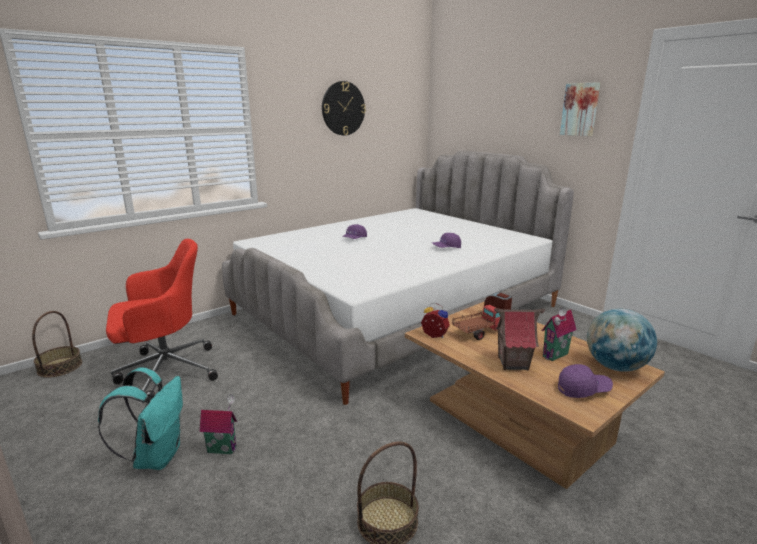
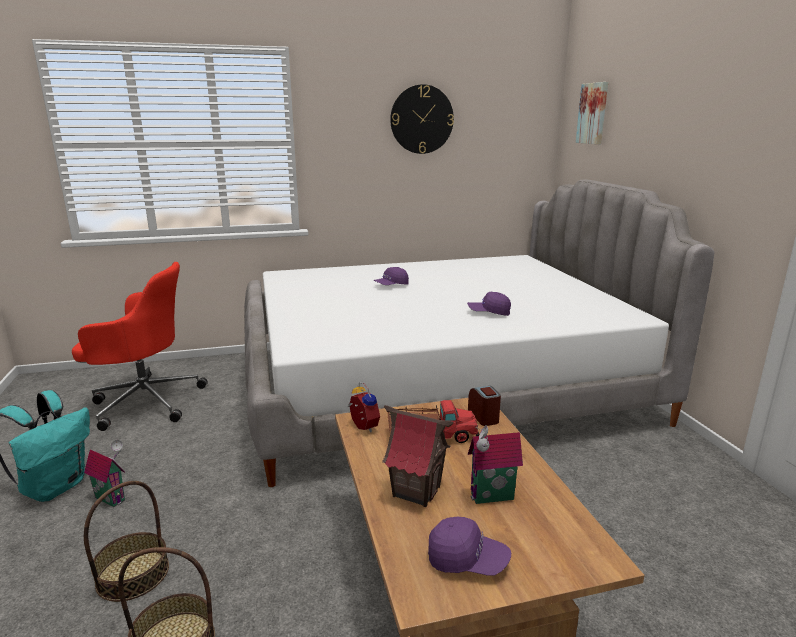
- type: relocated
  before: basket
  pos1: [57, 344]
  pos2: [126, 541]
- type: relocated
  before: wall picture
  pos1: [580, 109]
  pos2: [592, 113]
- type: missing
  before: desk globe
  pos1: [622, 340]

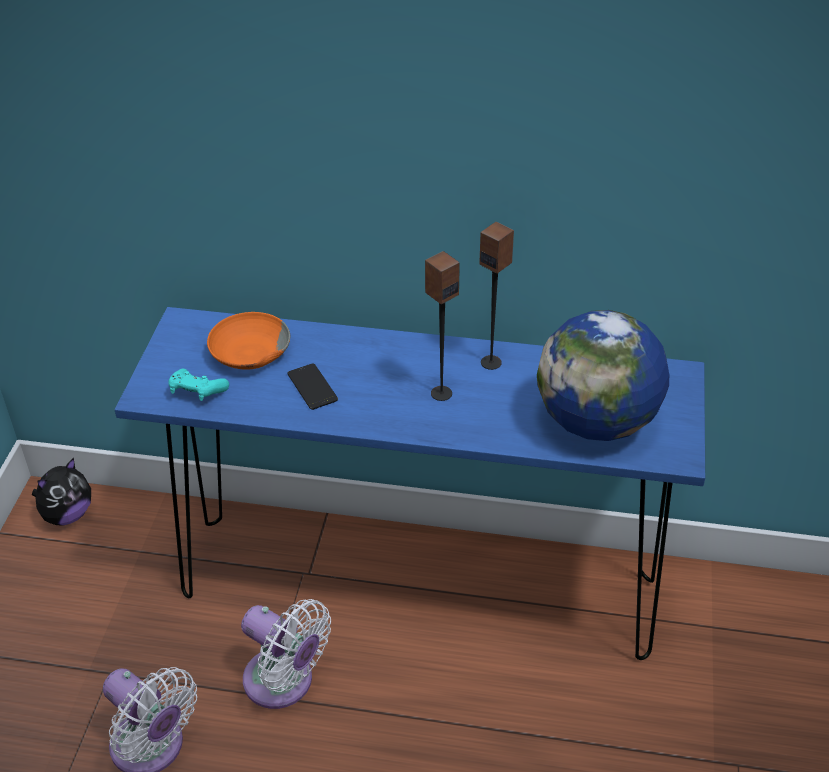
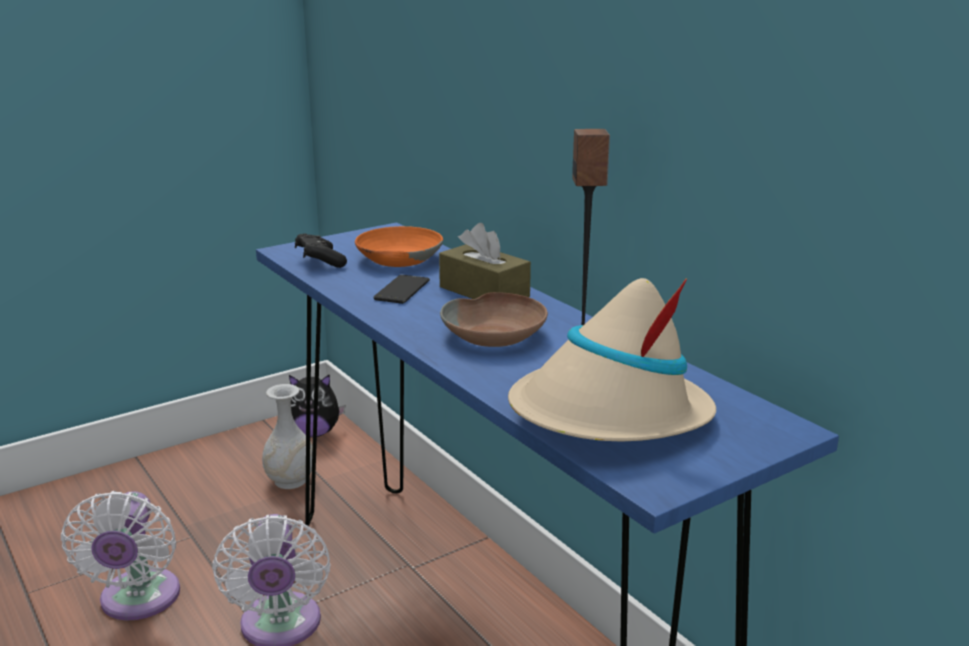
- type: appeared
  after: white decorative vase
  pos2: [287, 436]
- type: colour
  before: turquoise-coloured gamepad
  after: black-coloured gamepad
  pos1: [198, 385]
  pos2: [321, 250]
- type: appeared
  after: brown tissue box
  pos2: [485, 261]
- type: exchanged
  before: loudspeaker
  after: brown bowl
  pos1: [442, 326]
  pos2: [494, 319]
- type: exchanged
  before: desk globe
  after: sand-coloured wearable hat
  pos1: [603, 375]
  pos2: [612, 360]

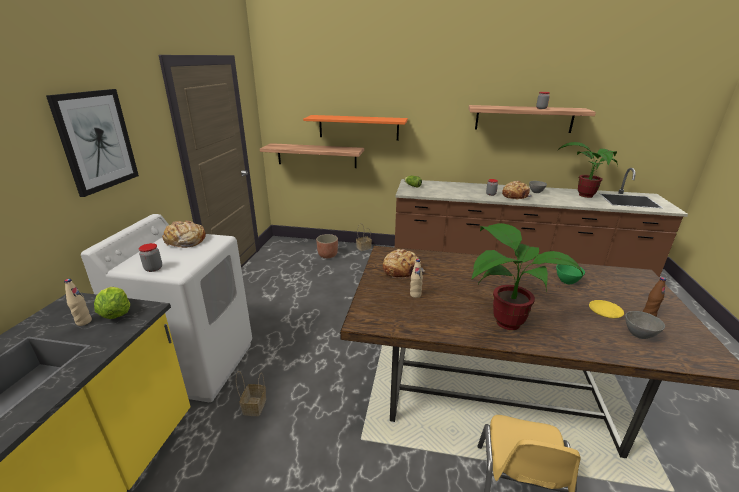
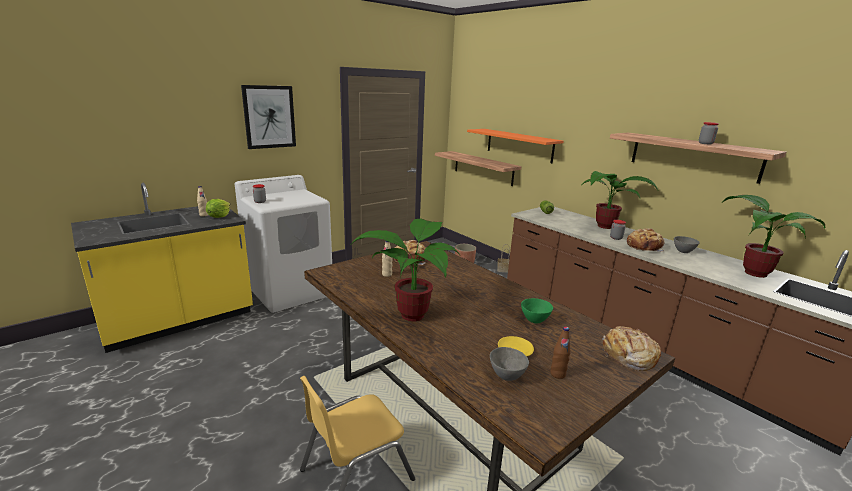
- type: appeared
  after: potted plant
  pos2: [620, 200]
- type: relocated
  before: bakery bread
  pos1: [184, 234]
  pos2: [631, 348]
- type: missing
  before: basket
  pos1: [251, 393]

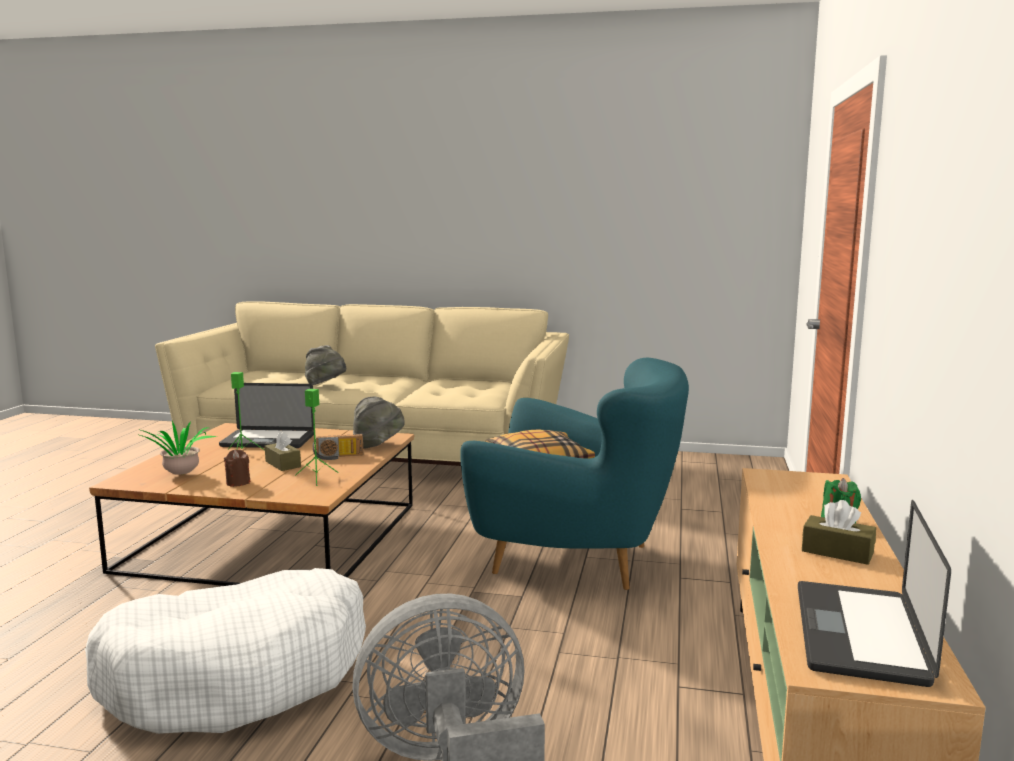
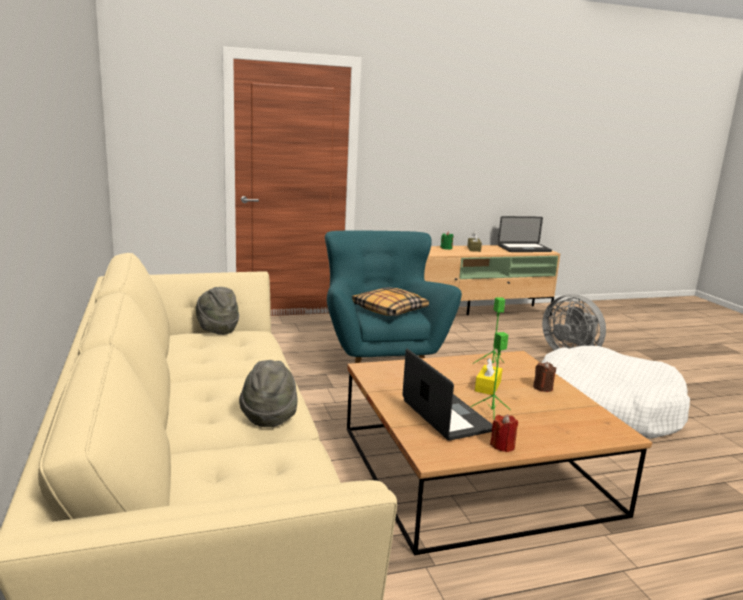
- type: relocated
  before: greyish wearable hat
  pos1: [379, 423]
  pos2: [217, 311]
- type: colour
  before: brown tissue box
  after: yellow-coloured tissue box
  pos1: [283, 451]
  pos2: [488, 376]
- type: appeared
  after: red-coloured wax candle
  pos2: [504, 433]
- type: missing
  before: potted plant
  pos1: [177, 448]
- type: missing
  before: radio receiver
  pos1: [338, 447]

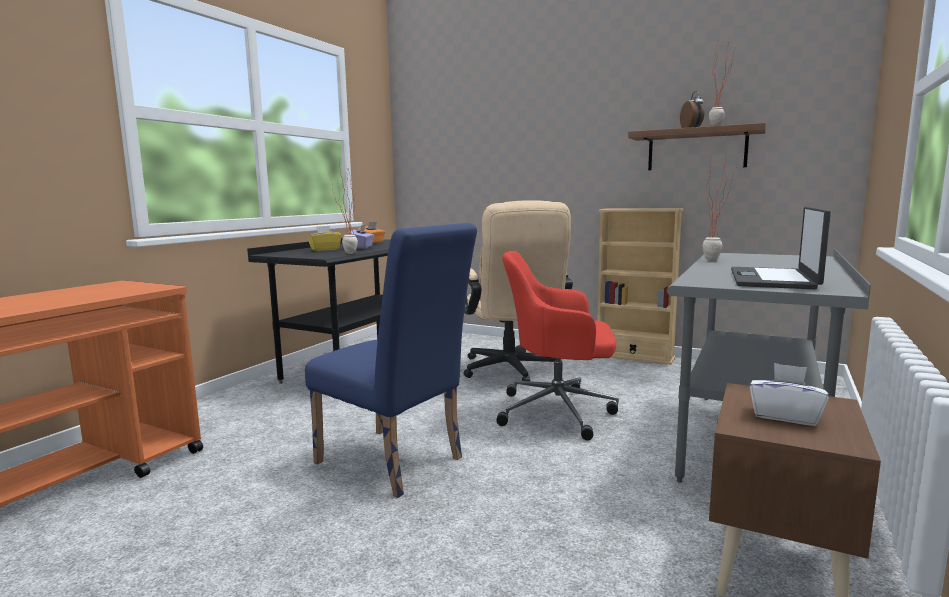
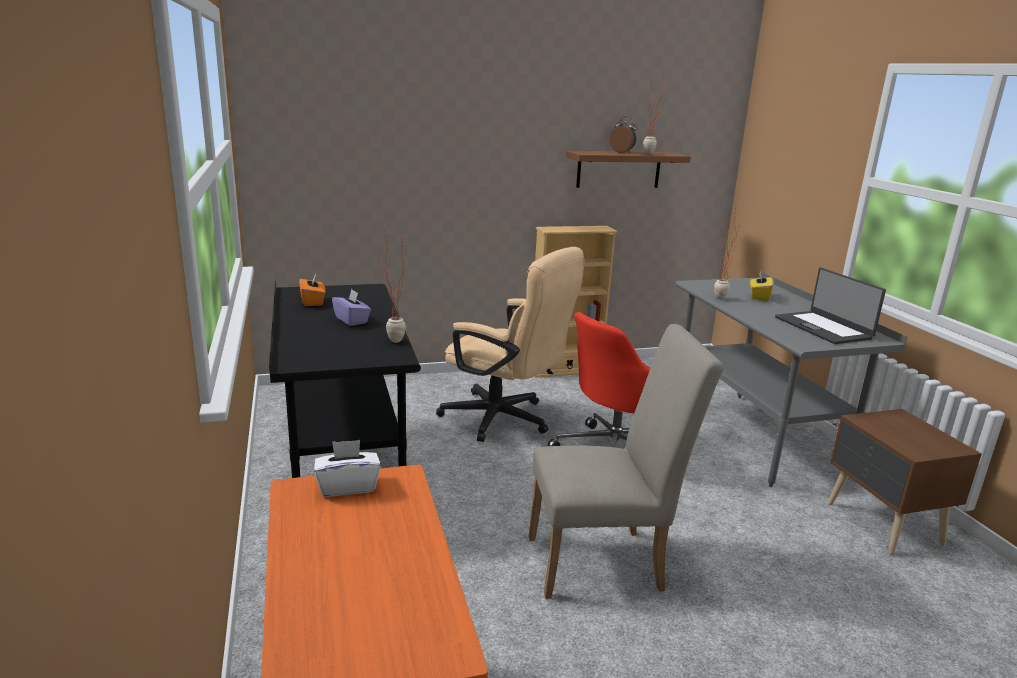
- type: relocated
  before: white tissue box
  pos1: [789, 394]
  pos2: [347, 468]
- type: colour
  before: bluish chair
  after: sand-coloured chair
  pos1: [391, 360]
  pos2: [626, 461]
- type: relocated
  before: yellow-coloured tissue box
  pos1: [324, 238]
  pos2: [762, 286]

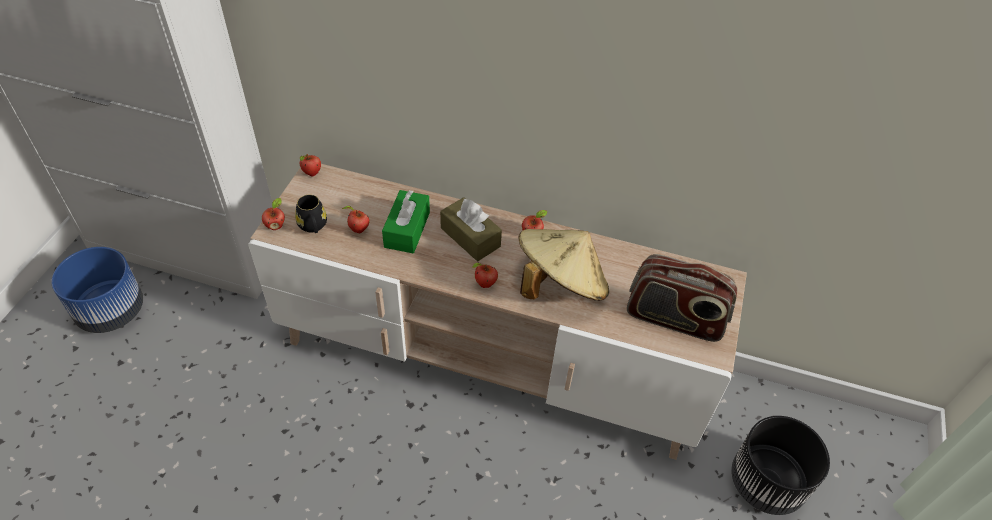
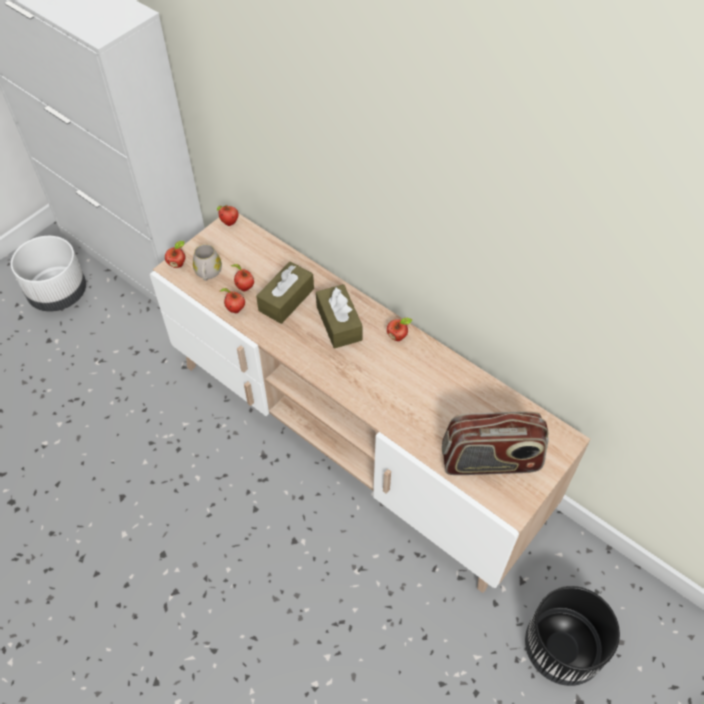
- type: colour
  before: bluish planter
  after: white planter
  pos1: [97, 290]
  pos2: [48, 274]
- type: colour
  before: black-coloured tea mug
  after: white tea mug
  pos1: [311, 214]
  pos2: [207, 262]
- type: relocated
  before: whole apple
  pos1: [485, 275]
  pos2: [232, 300]
- type: colour
  before: greenish tissue box
  after: brown tissue box
  pos1: [406, 221]
  pos2: [285, 292]
- type: spun
  before: radio receiver
  pos1: [682, 298]
  pos2: [495, 443]
  turn: -45
- type: missing
  before: sand-coloured wearable hat
  pos1: [563, 265]

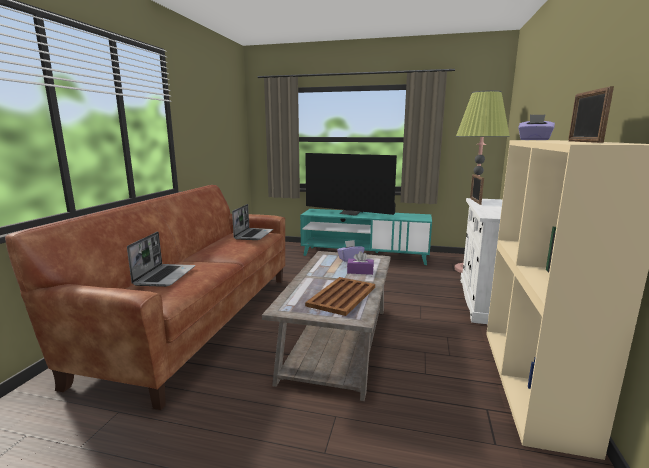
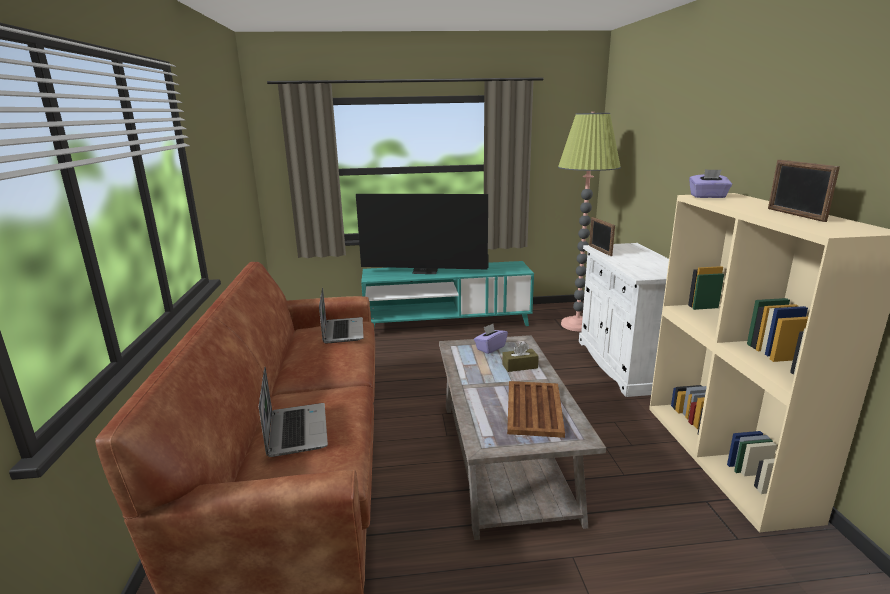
- type: colour
  before: purple-coloured tissue box
  after: brown tissue box
  pos1: [360, 263]
  pos2: [520, 357]

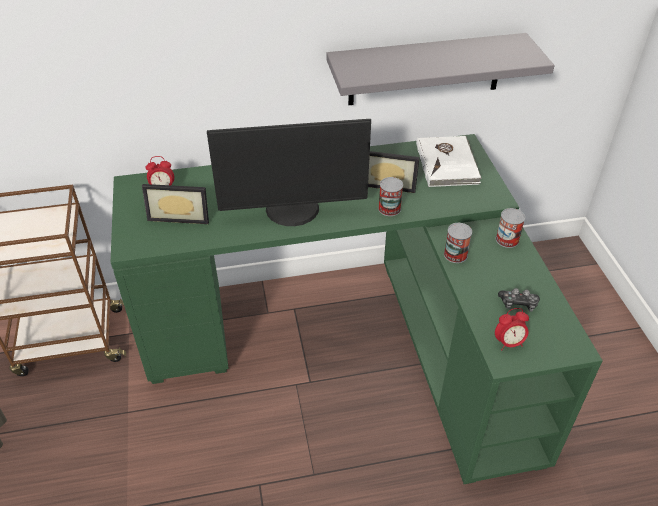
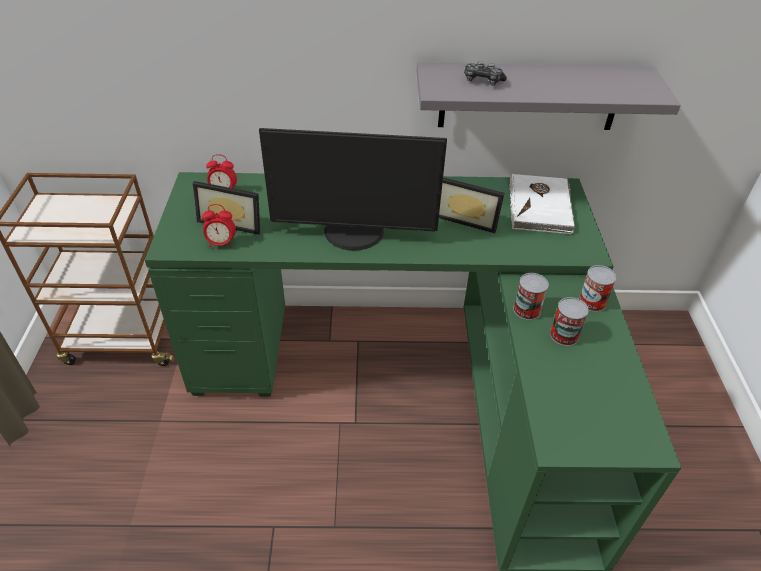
- type: relocated
  before: alarm clock
  pos1: [512, 329]
  pos2: [219, 226]
- type: relocated
  before: gamepad
  pos1: [519, 300]
  pos2: [485, 73]
- type: relocated
  before: can
  pos1: [390, 196]
  pos2: [569, 321]

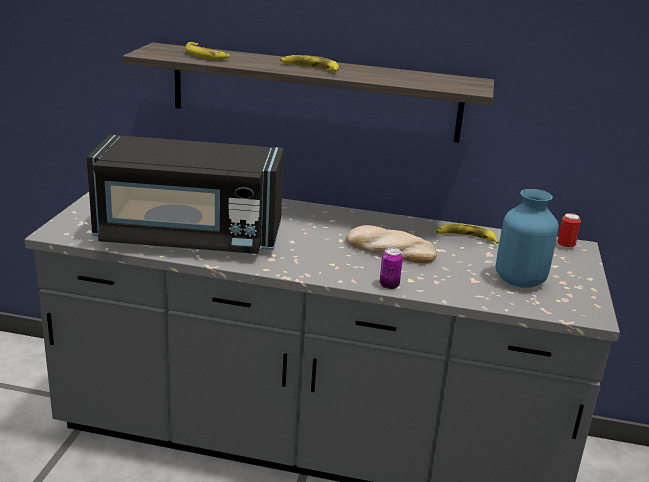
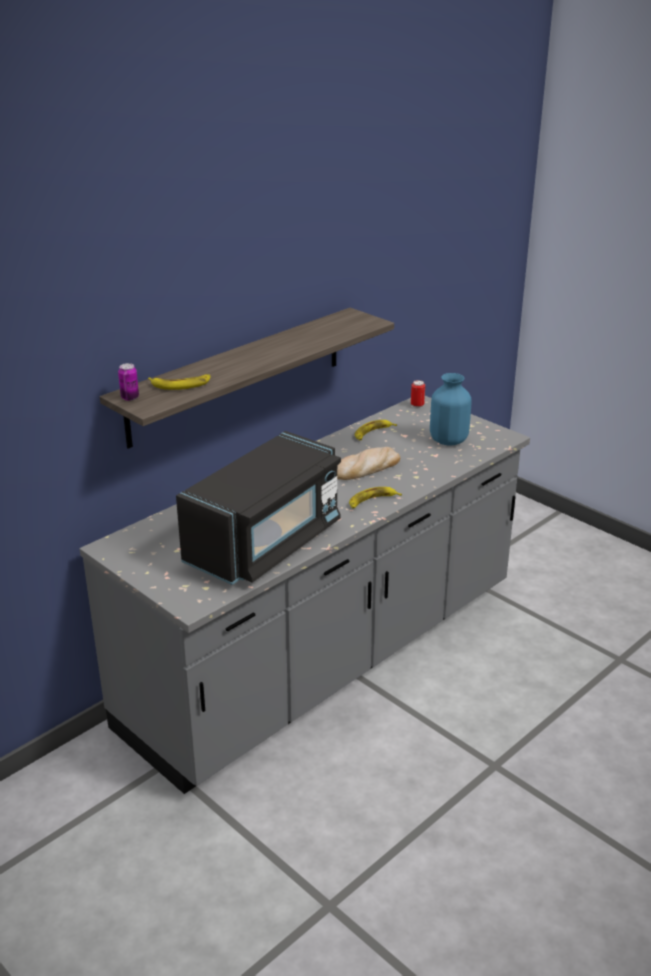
- type: relocated
  before: can
  pos1: [391, 268]
  pos2: [128, 382]
- type: relocated
  before: banana fruit
  pos1: [309, 63]
  pos2: [375, 498]

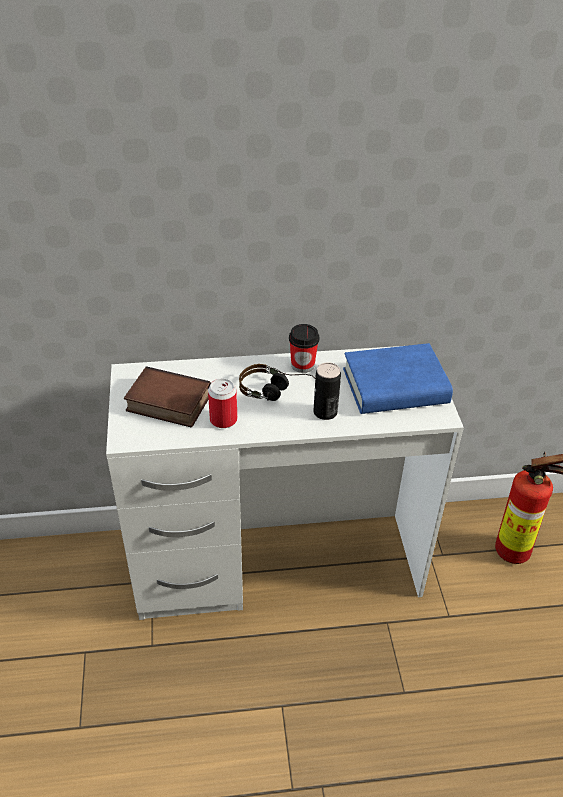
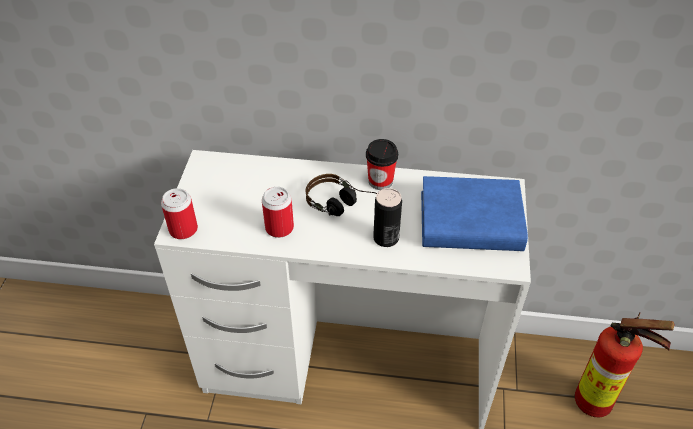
- type: appeared
  after: can
  pos2: [179, 213]
- type: missing
  before: bound book
  pos1: [167, 396]

